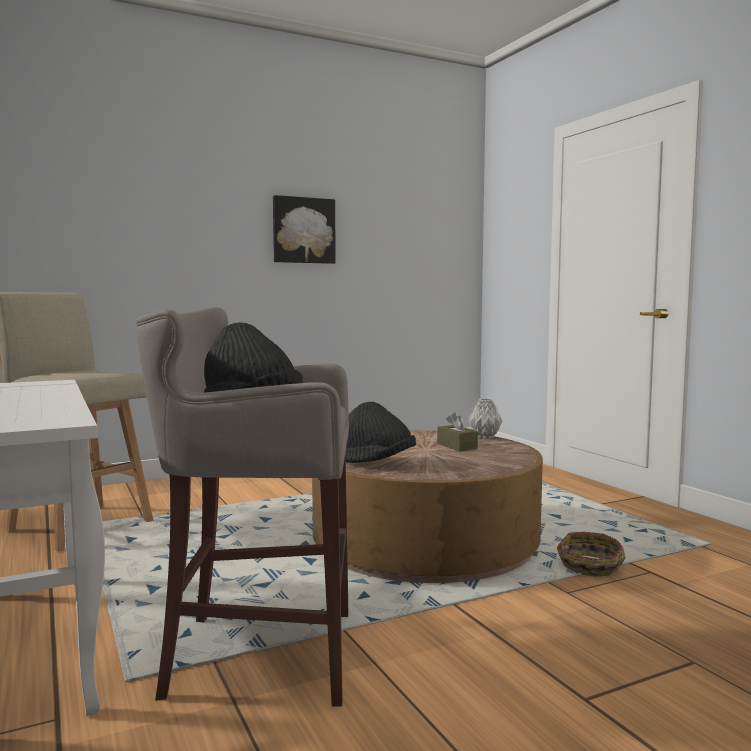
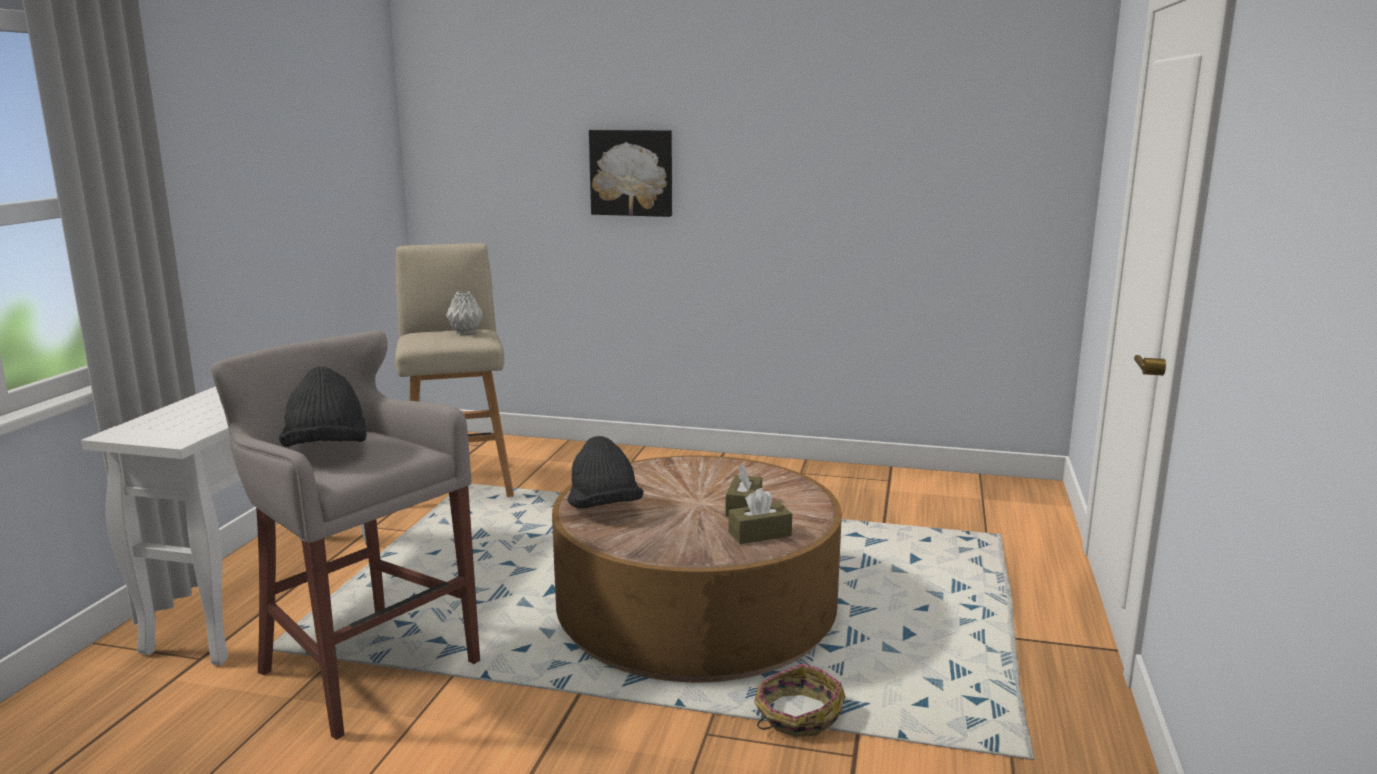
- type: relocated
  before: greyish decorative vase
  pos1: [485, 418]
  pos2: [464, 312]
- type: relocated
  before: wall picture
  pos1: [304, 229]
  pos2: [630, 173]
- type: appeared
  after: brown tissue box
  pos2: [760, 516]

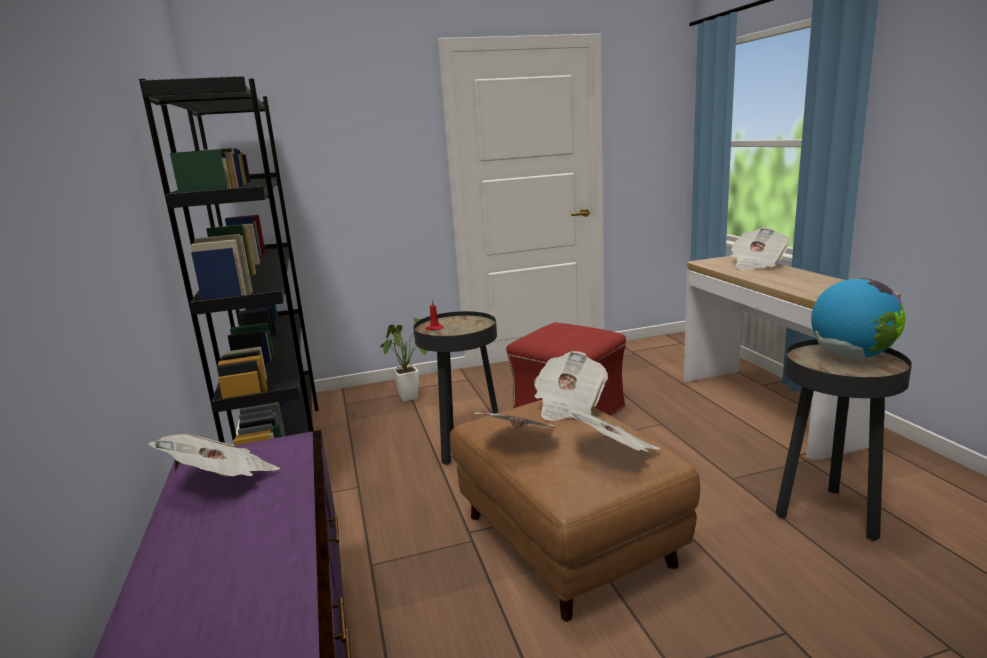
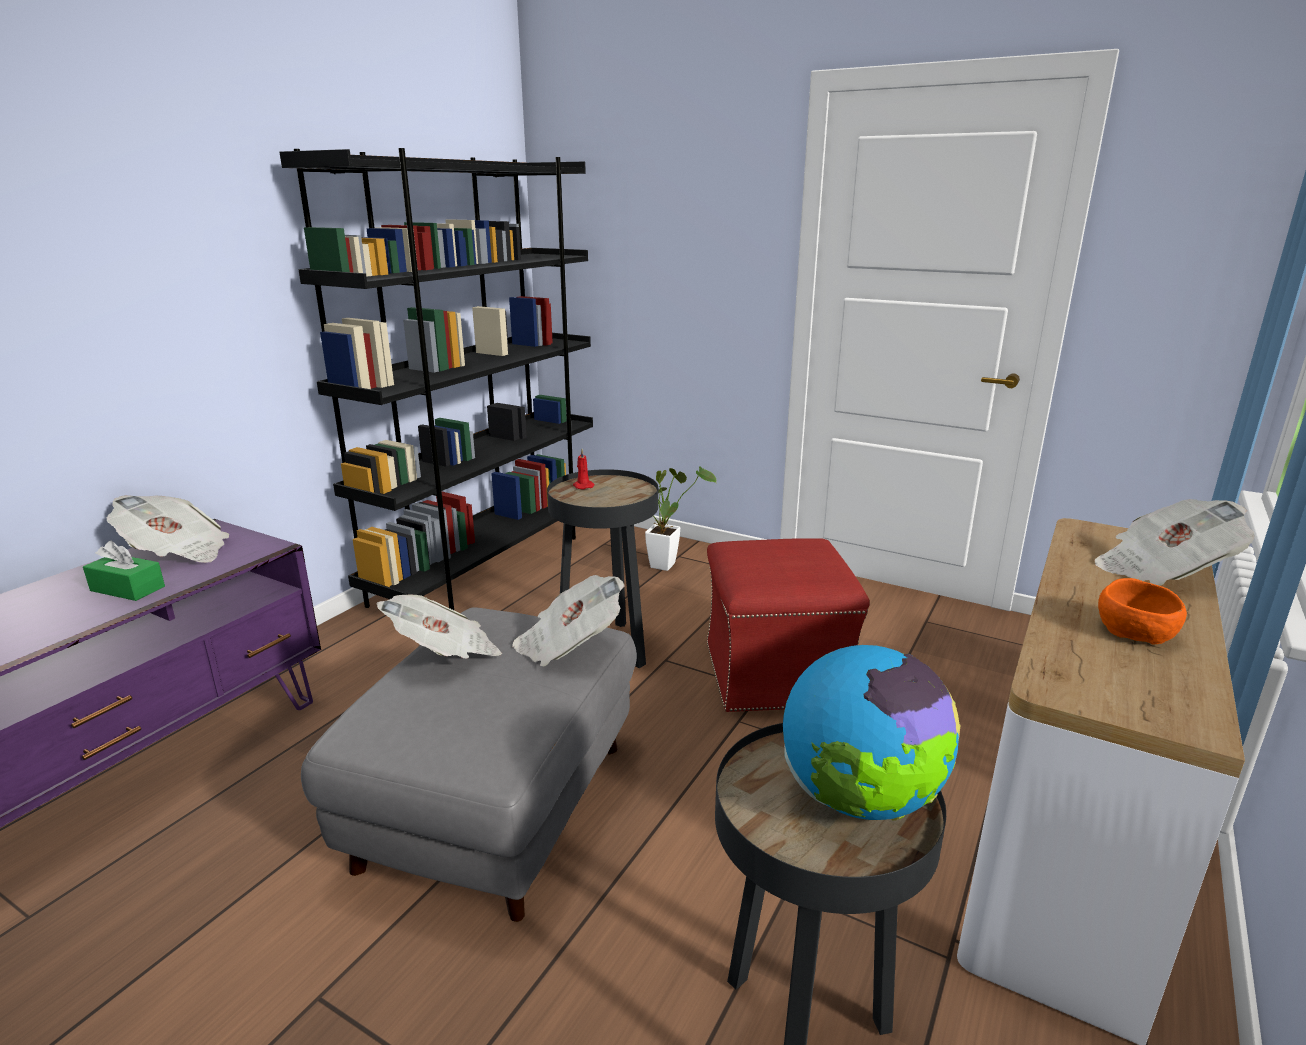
- type: appeared
  after: greenish tissue box
  pos2: [124, 571]
- type: colour
  before: brown ottoman
  after: greyish ottoman
  pos1: [575, 511]
  pos2: [469, 764]
- type: appeared
  after: orangey bowl
  pos2: [1142, 611]
- type: missing
  before: daily paper
  pos1: [613, 430]

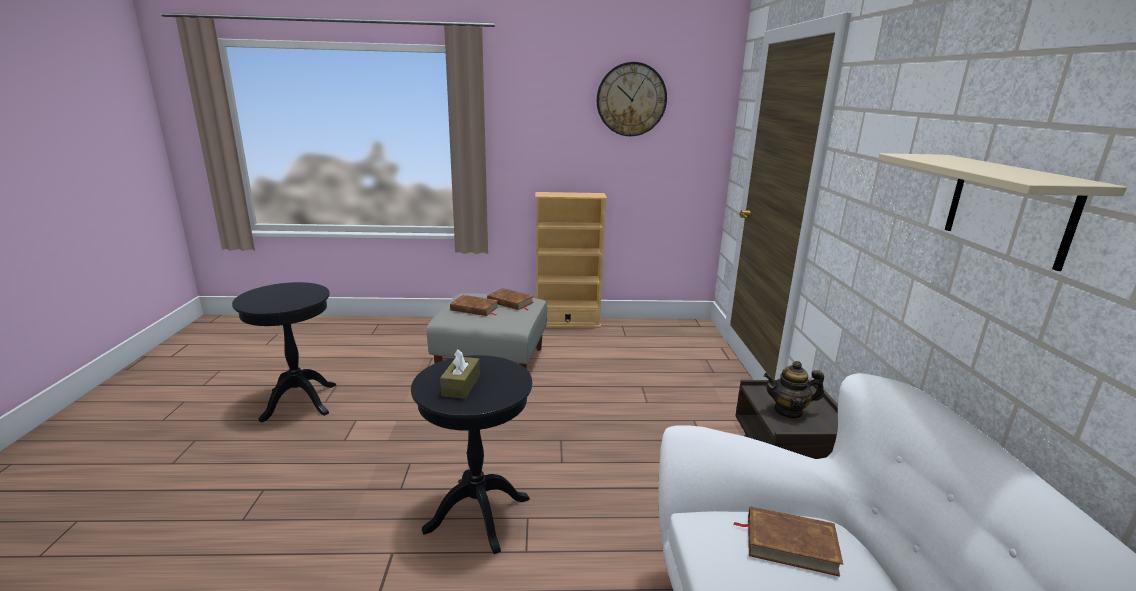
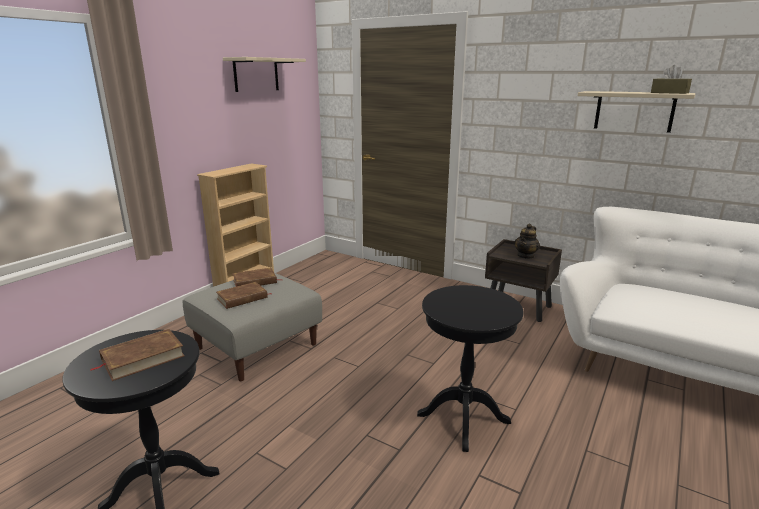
- type: relocated
  before: brown bound book
  pos1: [788, 541]
  pos2: [137, 355]
- type: exchanged
  before: hanging clock
  after: sand-coloured shelf
  pos1: [632, 99]
  pos2: [264, 74]
- type: relocated
  before: brown tissue box
  pos1: [460, 374]
  pos2: [671, 79]

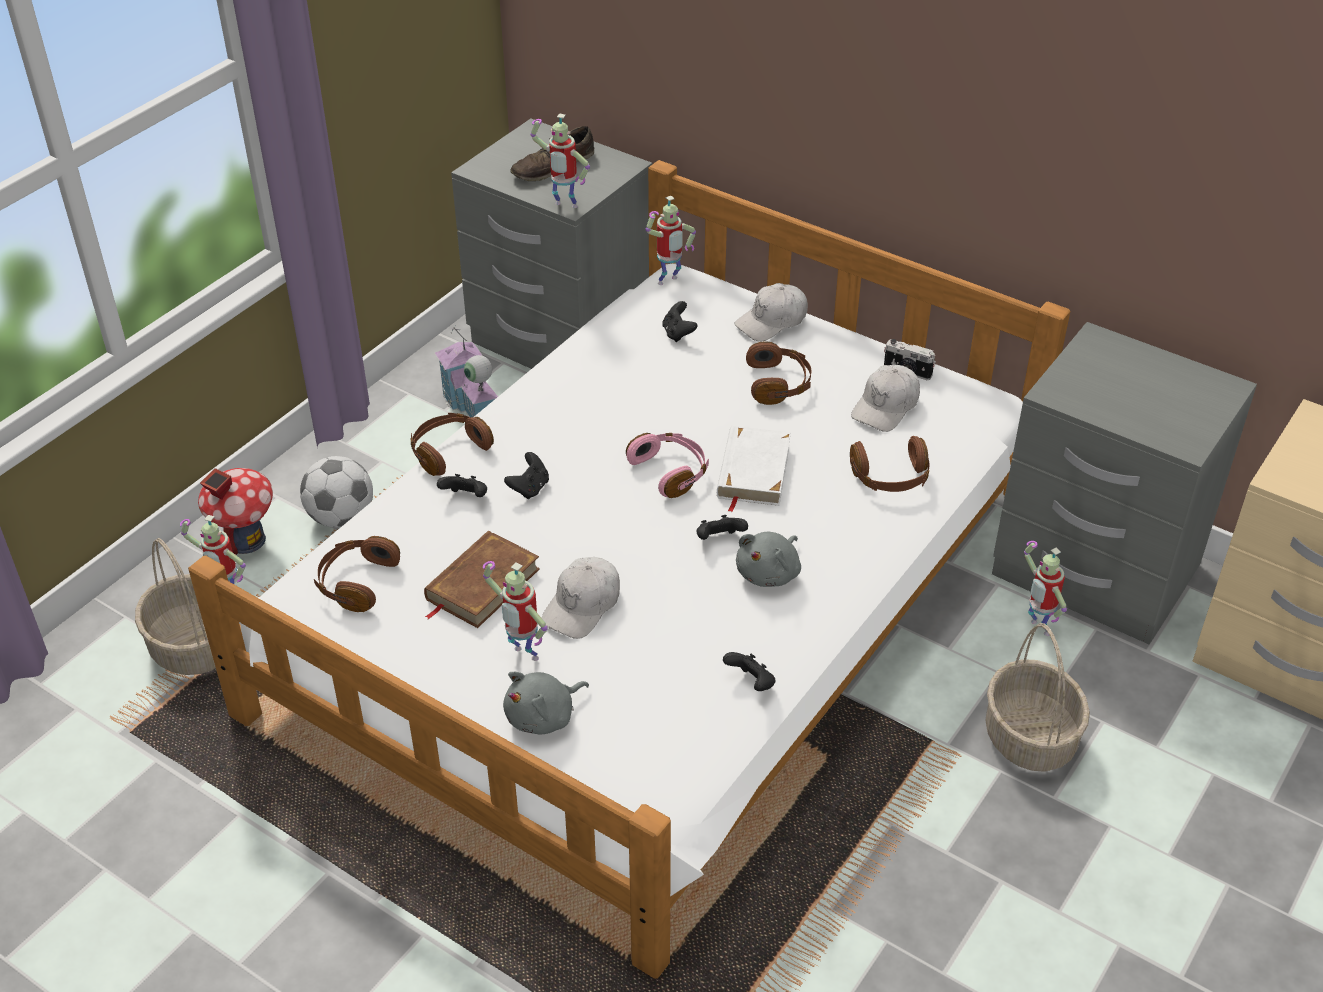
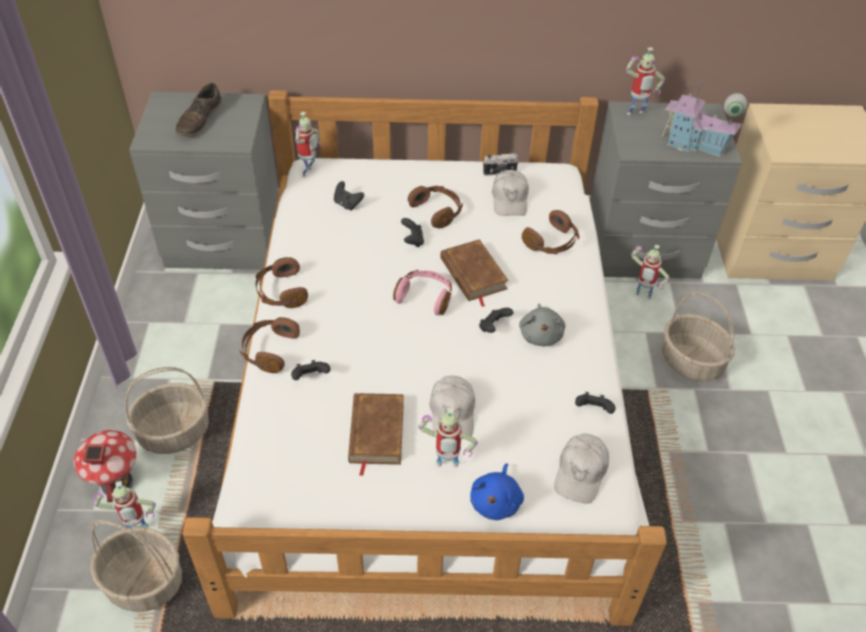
- type: exchanged
  before: football
  after: basket
  pos1: [336, 492]
  pos2: [167, 410]
- type: relocated
  before: brown headset
  pos1: [357, 574]
  pos2: [281, 282]
- type: relocated
  before: black-coloured gamepad
  pos1: [526, 475]
  pos2: [412, 232]
- type: colour
  before: white bound book
  after: brown bound book
  pos1: [754, 469]
  pos2: [474, 273]
- type: colour
  before: greyish plush toy
  after: bluish plush toy
  pos1: [546, 703]
  pos2: [497, 492]
- type: relocated
  before: white baseball cap
  pos1: [771, 312]
  pos2: [581, 469]
- type: relocated
  before: model robot
  pos1: [560, 160]
  pos2: [645, 81]
- type: relocated
  before: miniature house
  pos1: [466, 371]
  pos2: [704, 119]

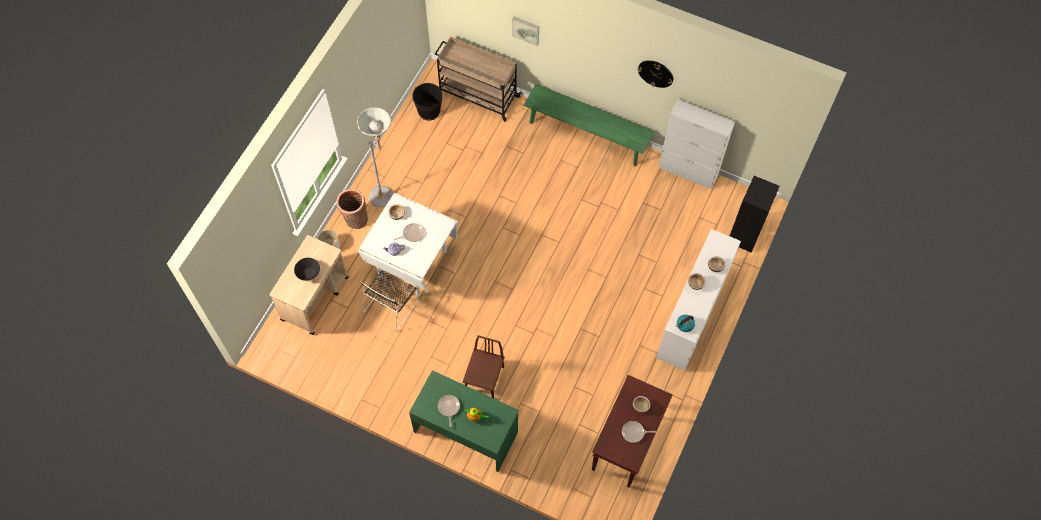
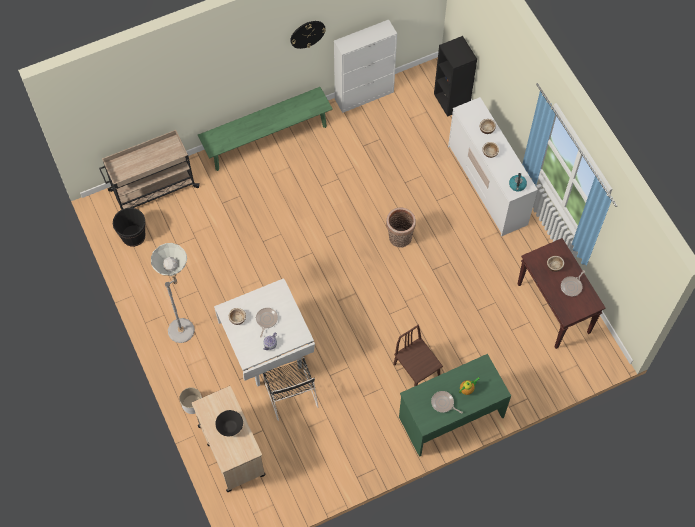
- type: relocated
  before: basket
  pos1: [352, 209]
  pos2: [401, 228]
- type: missing
  before: wall picture
  pos1: [525, 31]

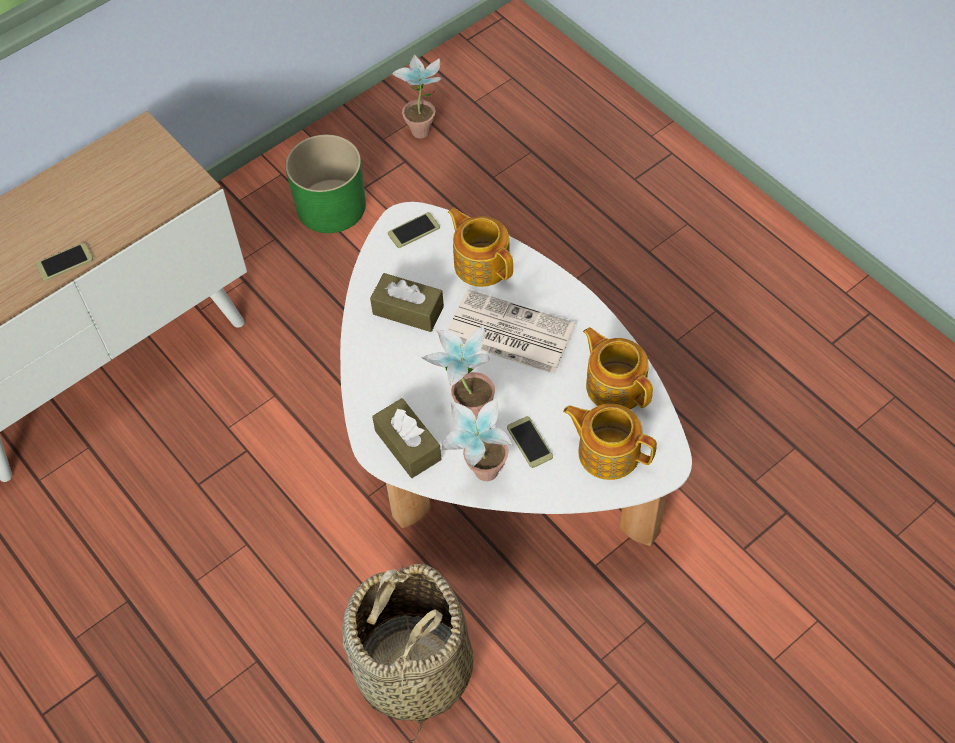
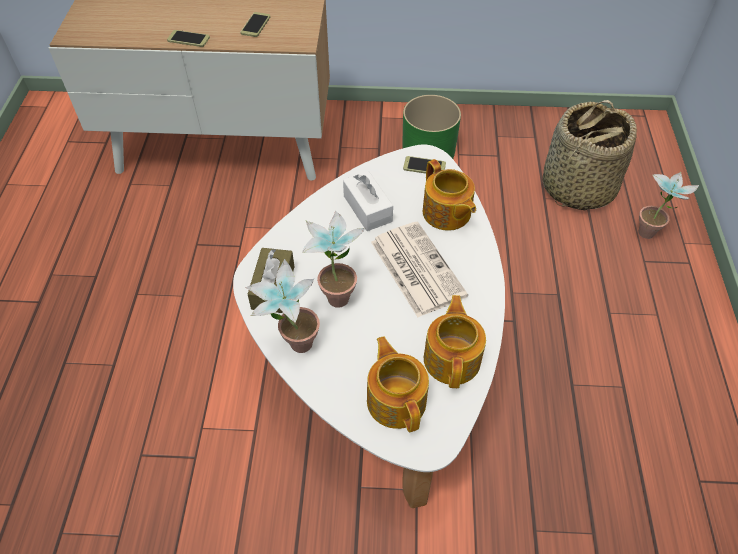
- type: relocated
  before: telephone
  pos1: [530, 442]
  pos2: [255, 24]
- type: colour
  before: brown tissue box
  after: white tissue box
  pos1: [407, 302]
  pos2: [368, 201]
- type: spun
  before: tea pot
  pos1: [480, 247]
  pos2: [449, 195]
  turn: 150
- type: relocated
  before: basket
  pos1: [407, 652]
  pos2: [589, 155]
- type: relocated
  before: potted plant
  pos1: [417, 96]
  pos2: [669, 205]

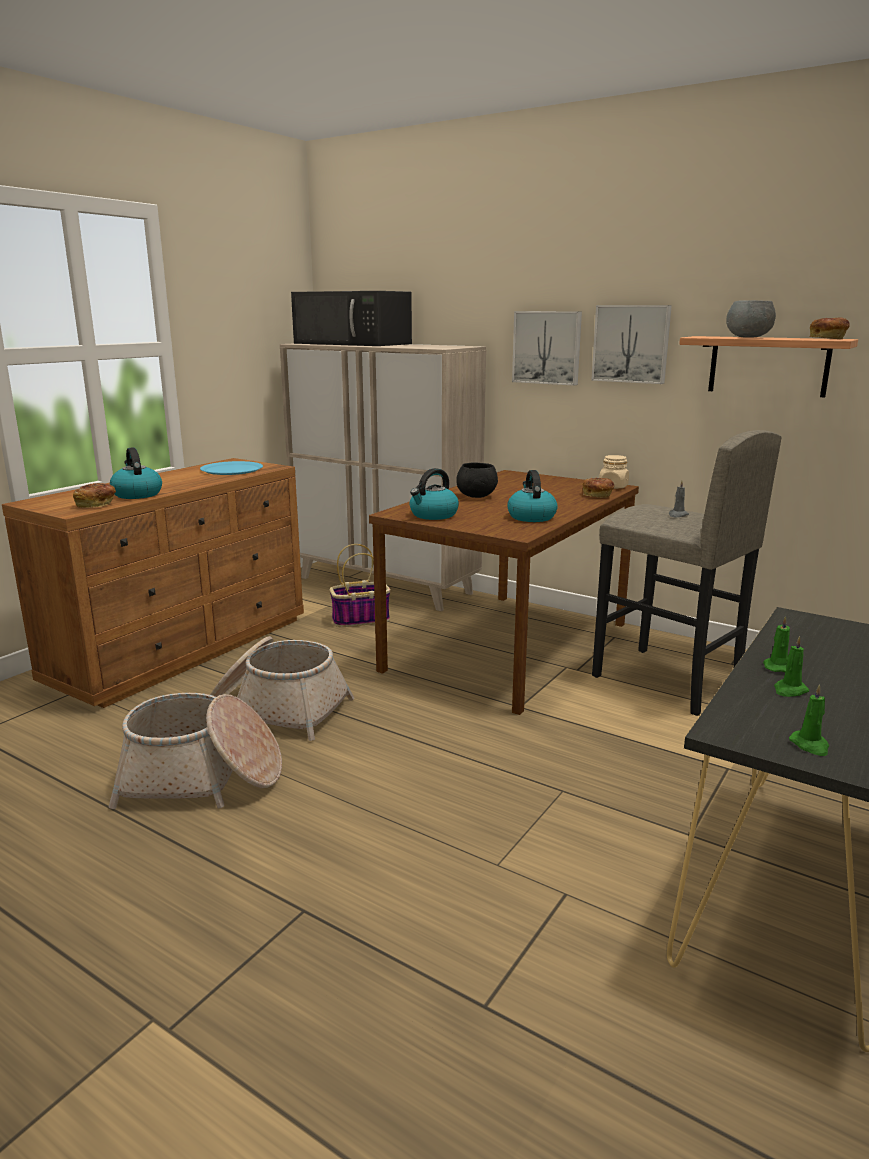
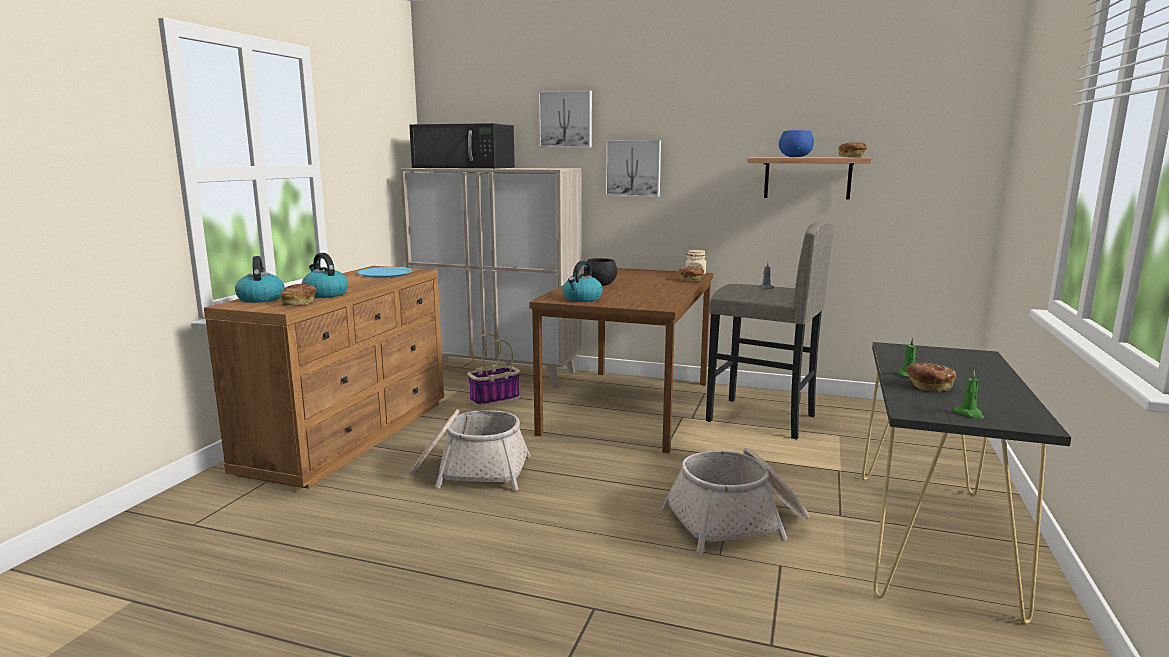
- type: relocated
  before: tea kettle
  pos1: [532, 496]
  pos2: [260, 279]
- type: relocated
  before: wall picture
  pos1: [631, 344]
  pos2: [565, 119]
- type: relocated
  before: basket
  pos1: [195, 751]
  pos2: [735, 501]
- type: colour
  before: greyish bowl
  after: bluish bowl
  pos1: [751, 319]
  pos2: [796, 143]
- type: exchanged
  before: greenish wax candle
  after: bakery bread
  pos1: [791, 666]
  pos2: [931, 377]

